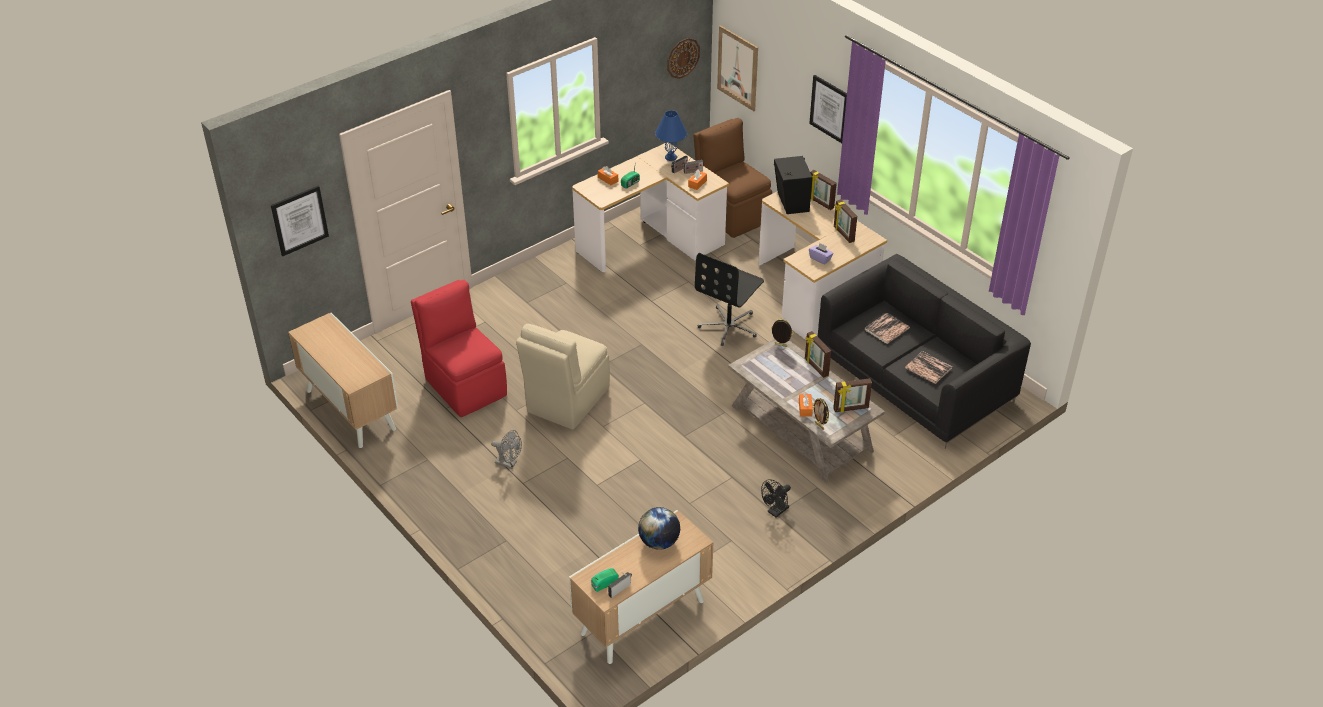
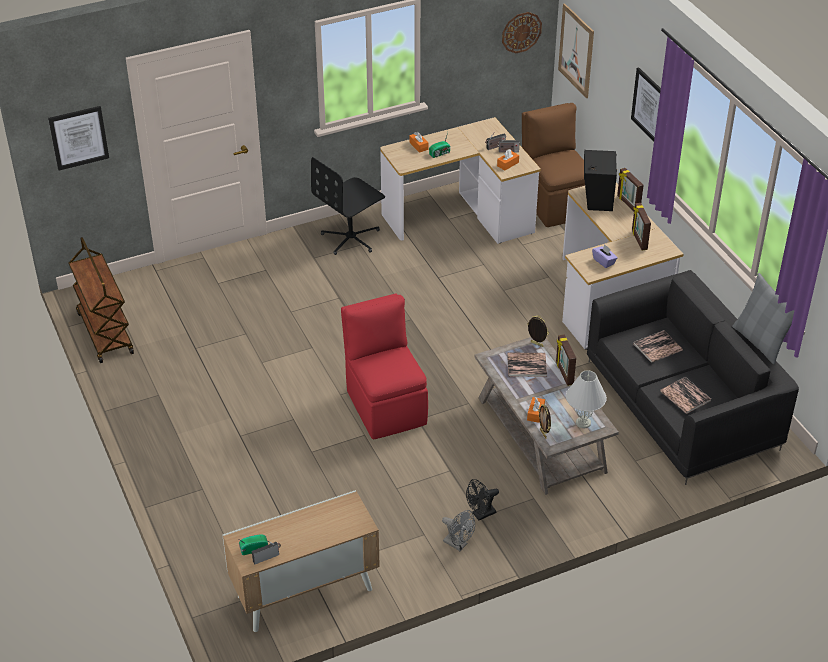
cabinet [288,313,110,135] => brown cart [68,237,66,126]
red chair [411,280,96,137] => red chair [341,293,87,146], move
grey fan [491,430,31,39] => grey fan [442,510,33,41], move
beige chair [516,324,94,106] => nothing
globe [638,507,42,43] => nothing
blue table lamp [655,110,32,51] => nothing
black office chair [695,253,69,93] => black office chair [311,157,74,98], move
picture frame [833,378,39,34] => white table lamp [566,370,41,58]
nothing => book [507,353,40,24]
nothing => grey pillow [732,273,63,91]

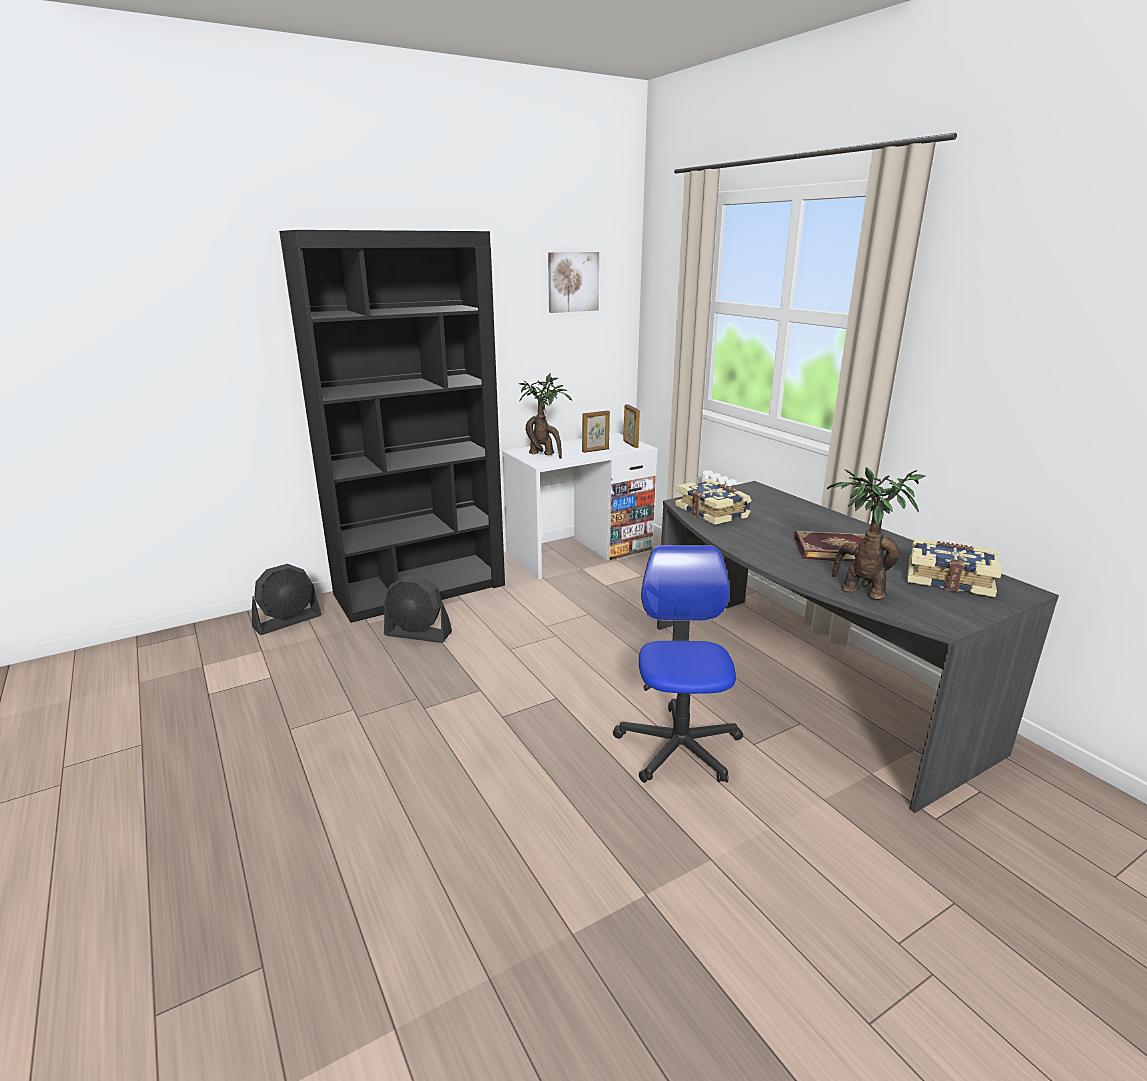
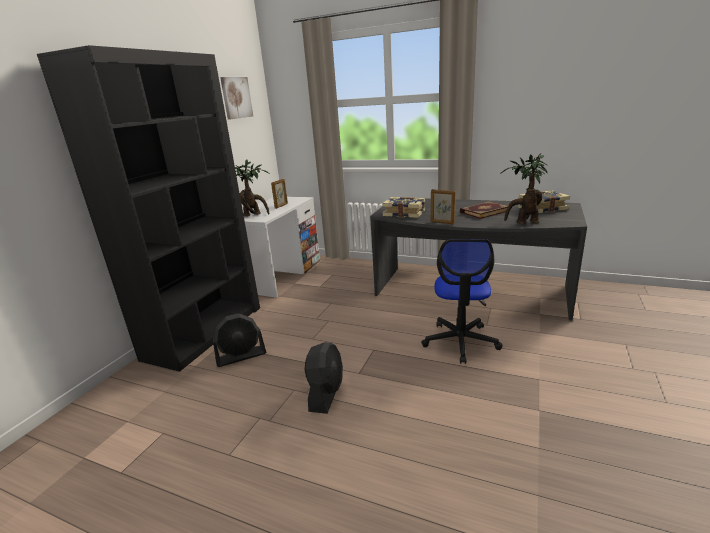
black fan [252,564,70,71] => black fan [305,342,38,72], move
office chair [613,545,130,238] => office chair [421,239,82,125], 135 degrees counterclockwise
picture frame [623,404,17,44] => picture frame [431,189,25,35], move

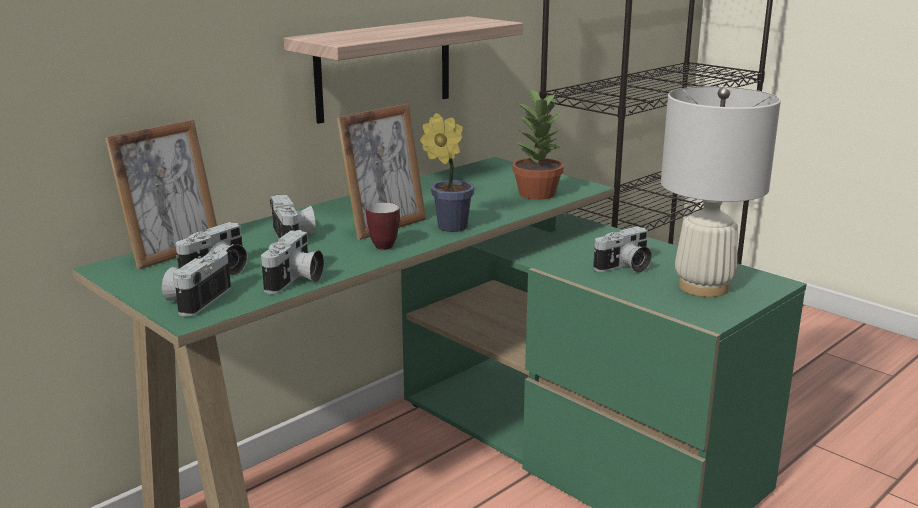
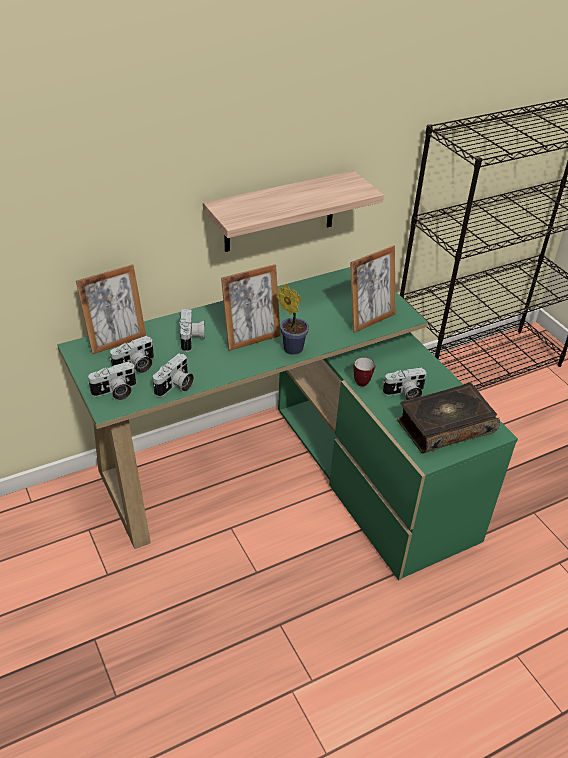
photo camera [162,250,69,66] => photo camera [87,362,49,38], 150 degrees counterclockwise
mug [366,203,34,47] => mug [354,358,21,29], move
potted plant [512,88,52,112] => picture frame [350,245,45,88]
white table lamp [661,86,120,211] => book [397,383,103,71]

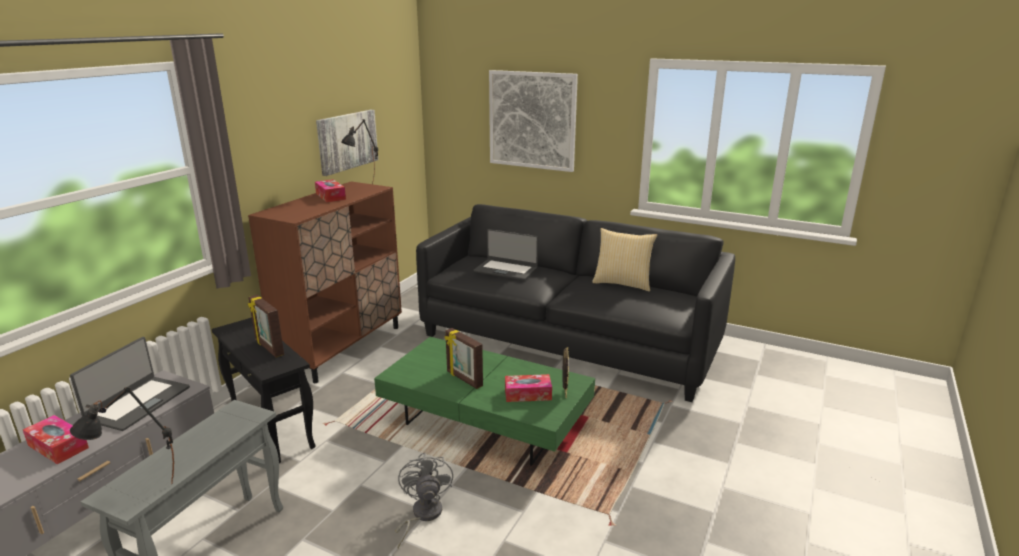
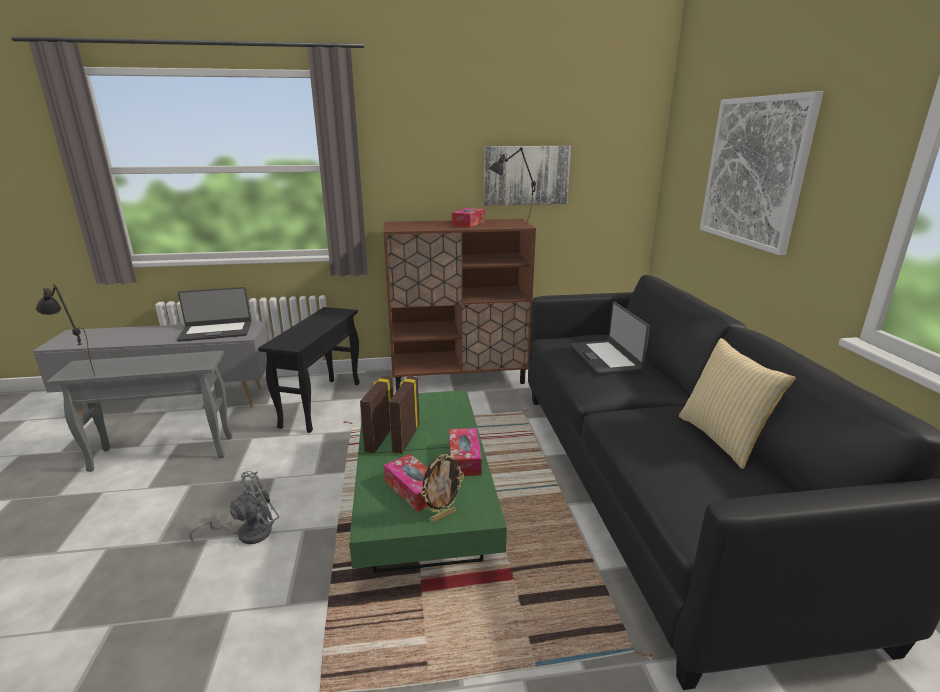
tissue box [23,415,66,49] => tissue box [449,428,33,48], move
picture frame [248,295,36,63] => picture frame [360,376,33,78], move

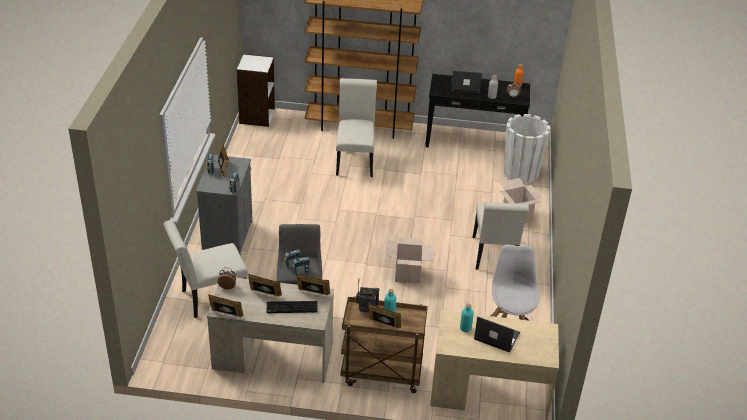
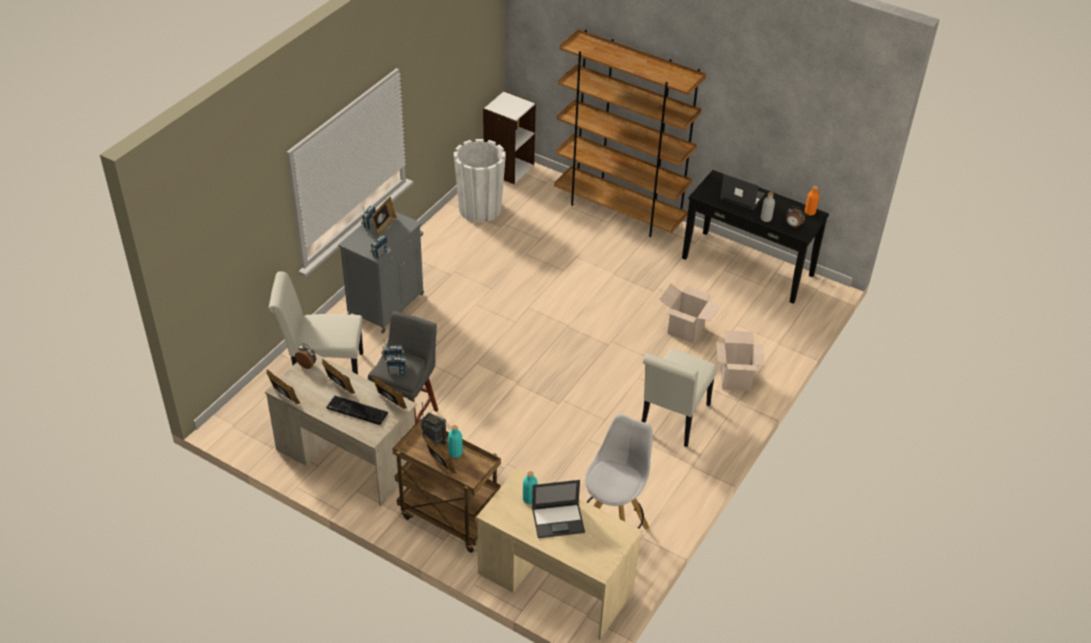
white chair [336,78,41,99] => nothing
cardboard box [386,238,49,46] => cardboard box [659,283,62,60], move
laptop [474,316,46,37] => laptop [532,480,53,58], 120 degrees clockwise
white planter [504,114,46,70] => white planter [454,139,52,84], move

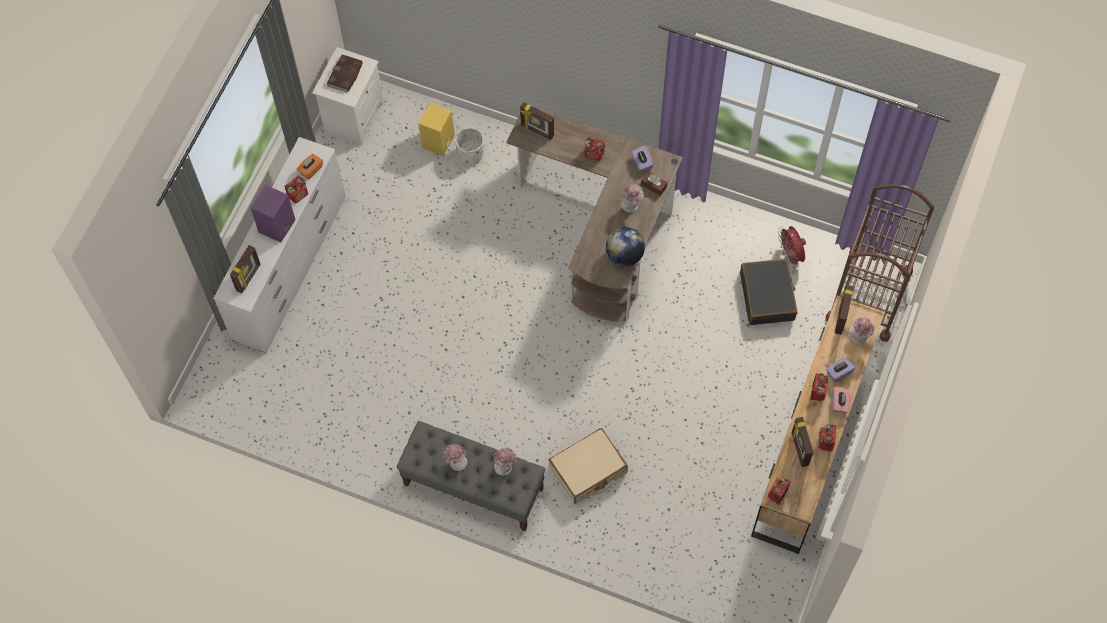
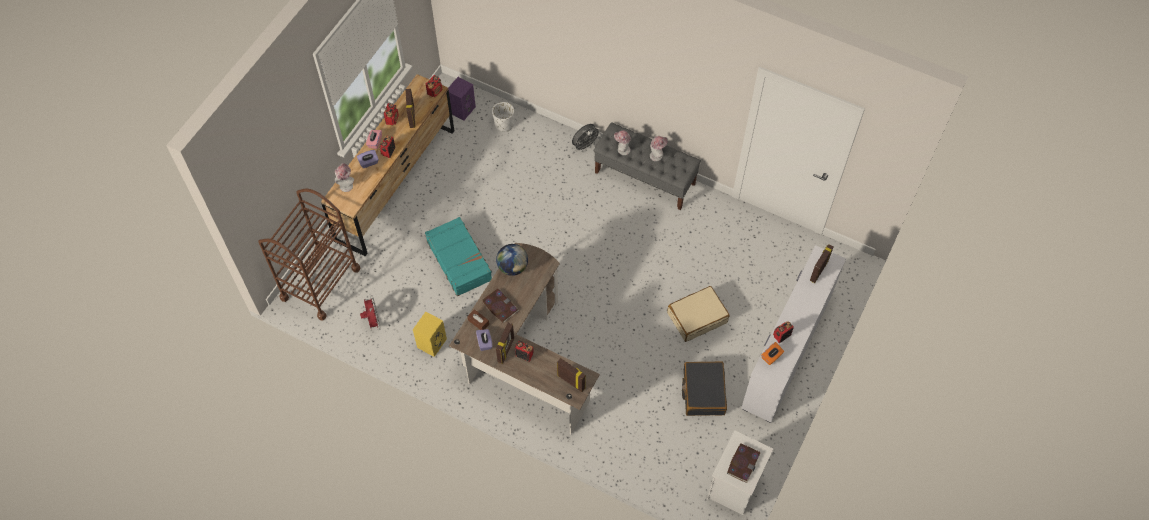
purple speaker [251,185,45,58] => purple speaker [448,77,28,44], move
yellow speaker [418,102,37,54] => yellow speaker [413,312,34,45], move
white planter [455,127,29,38] => white planter [492,102,22,30], move
beige suitcase [549,428,79,76] => beige suitcase [667,286,63,56], move
hat [621,184,23,29] => book [482,289,37,34]
black suitcase [740,259,58,66] => black suitcase [682,361,45,55], move
picture frame [835,285,19,50] => picture frame [496,323,18,41], move
nothing => turquoise suitcase [425,217,67,79]
nothing => grey fan [572,124,29,28]

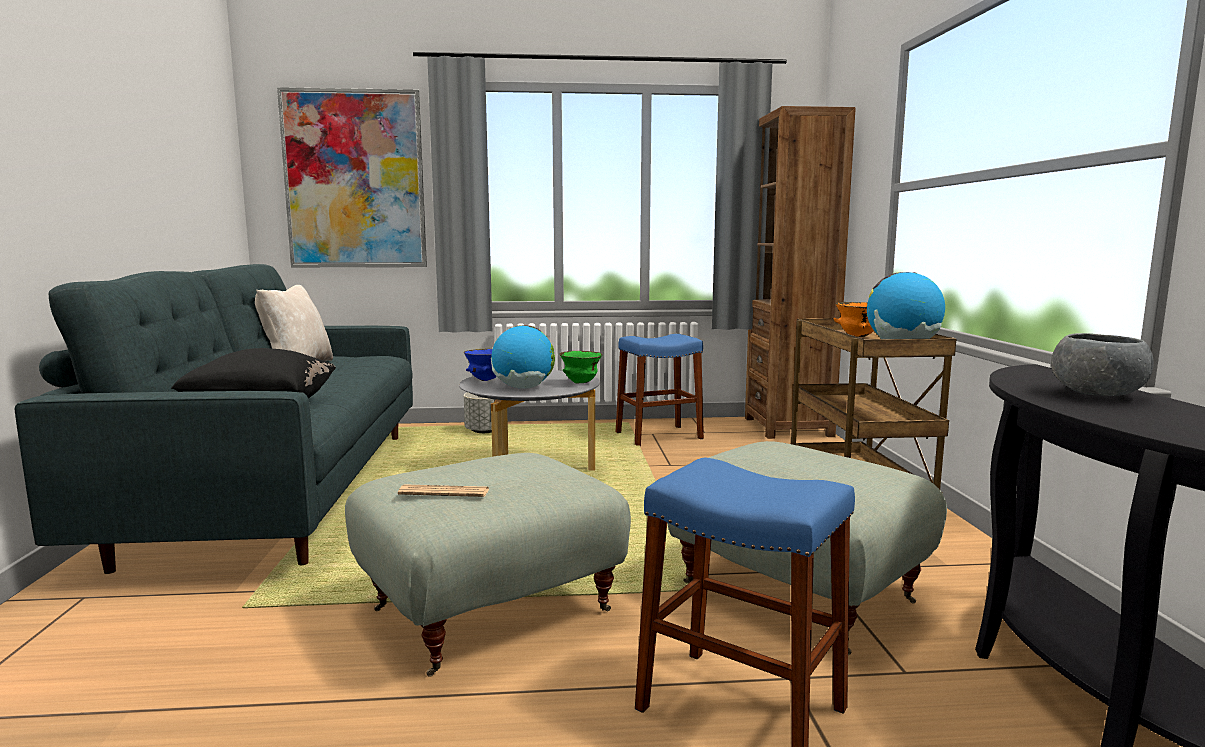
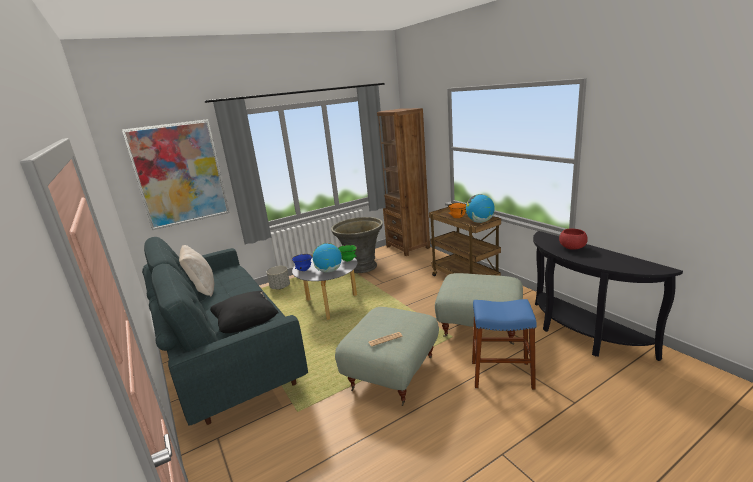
blue stool [616,334,88,112] => grey planter [331,217,52,56]
grey bowl [1051,333,103,63] => red bowl [559,229,29,21]

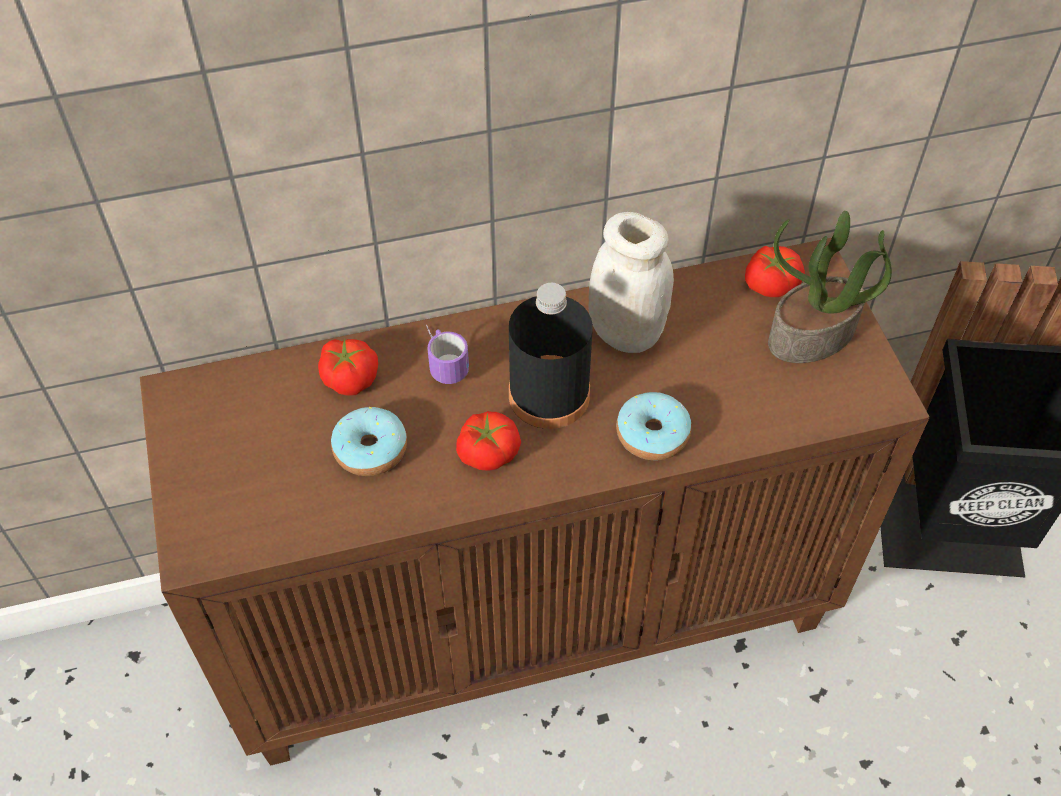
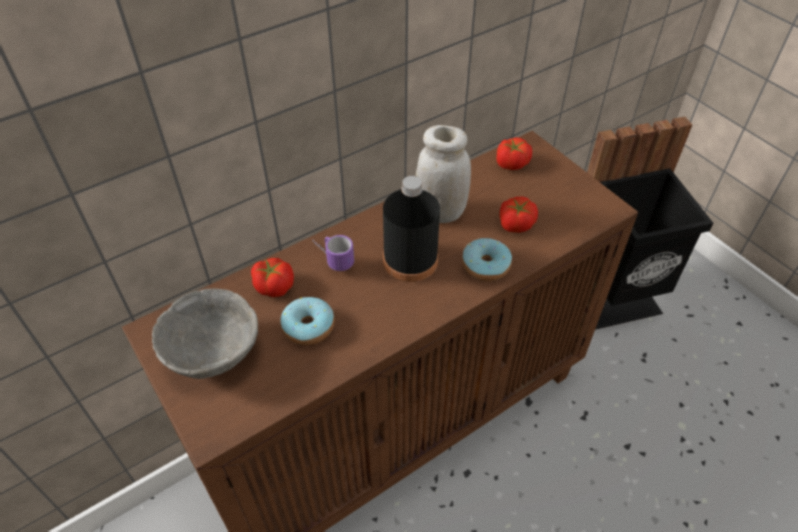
tomato [456,411,65,60] => tomato [499,197,39,36], move
potted plant [768,211,124,152] => nothing
nothing => grey bowl [152,288,106,91]

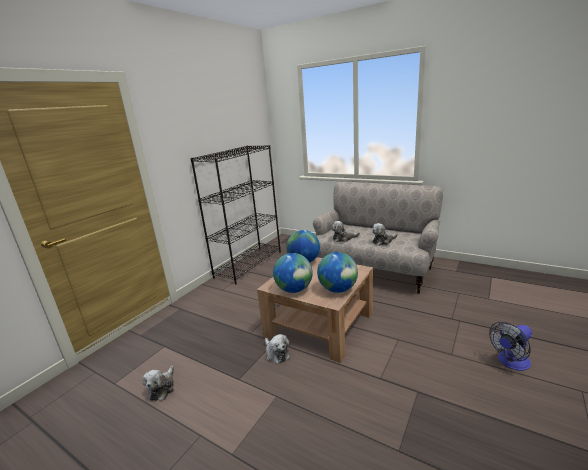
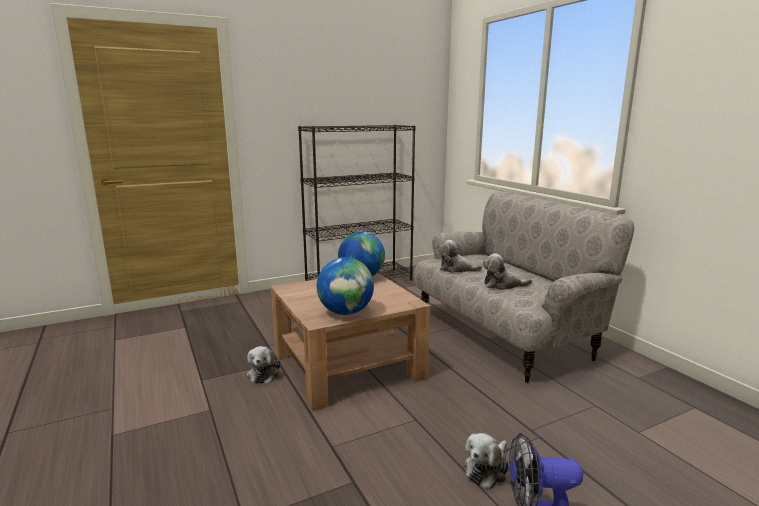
plush toy [142,366,32,35] => plush toy [465,433,44,57], move
globe [273,253,40,40] => nothing

